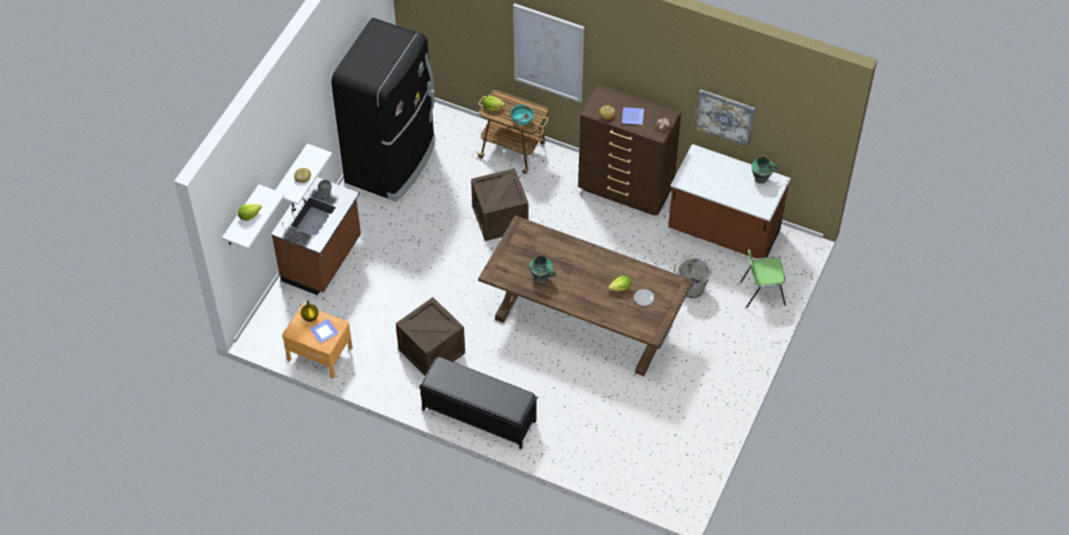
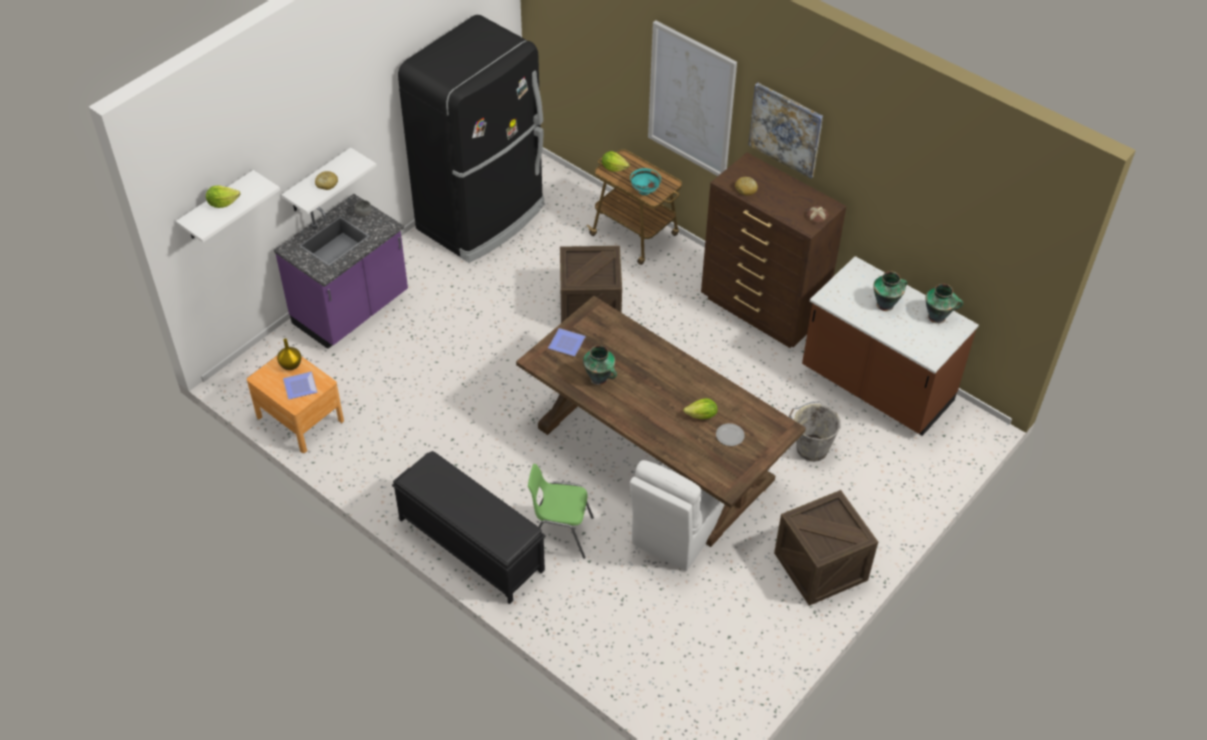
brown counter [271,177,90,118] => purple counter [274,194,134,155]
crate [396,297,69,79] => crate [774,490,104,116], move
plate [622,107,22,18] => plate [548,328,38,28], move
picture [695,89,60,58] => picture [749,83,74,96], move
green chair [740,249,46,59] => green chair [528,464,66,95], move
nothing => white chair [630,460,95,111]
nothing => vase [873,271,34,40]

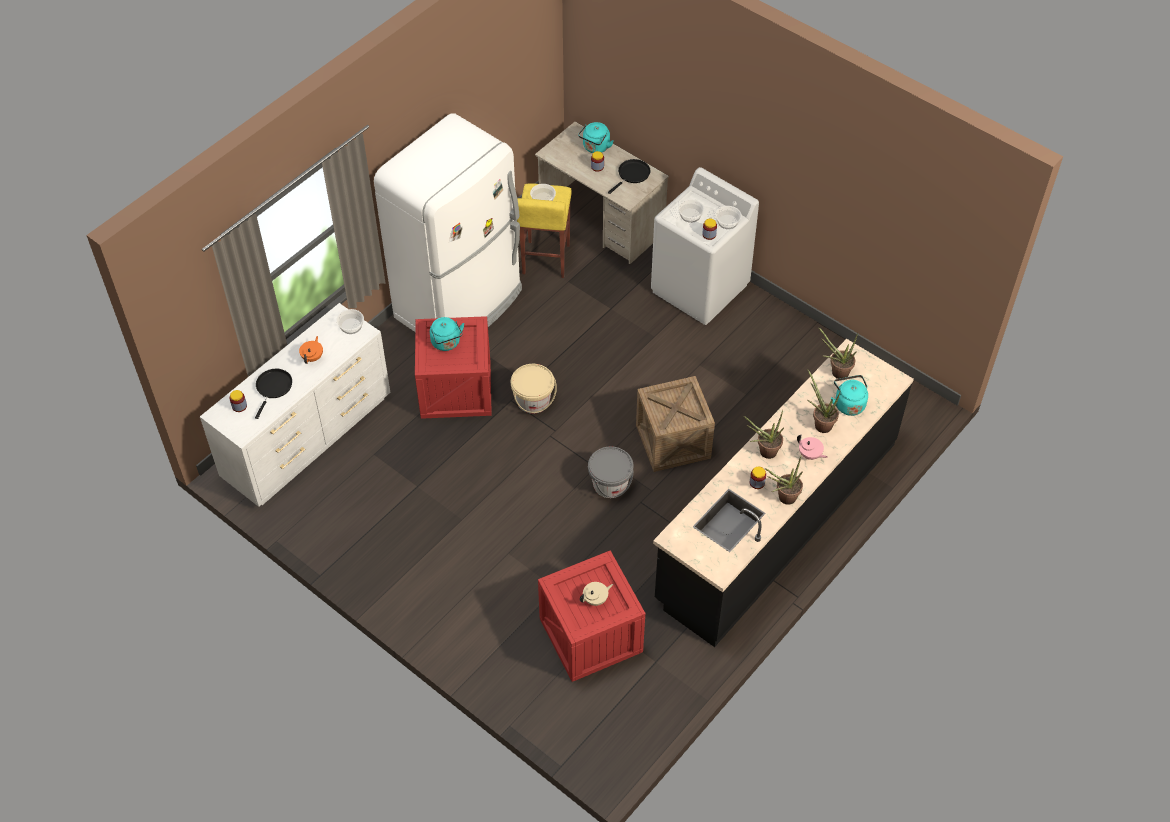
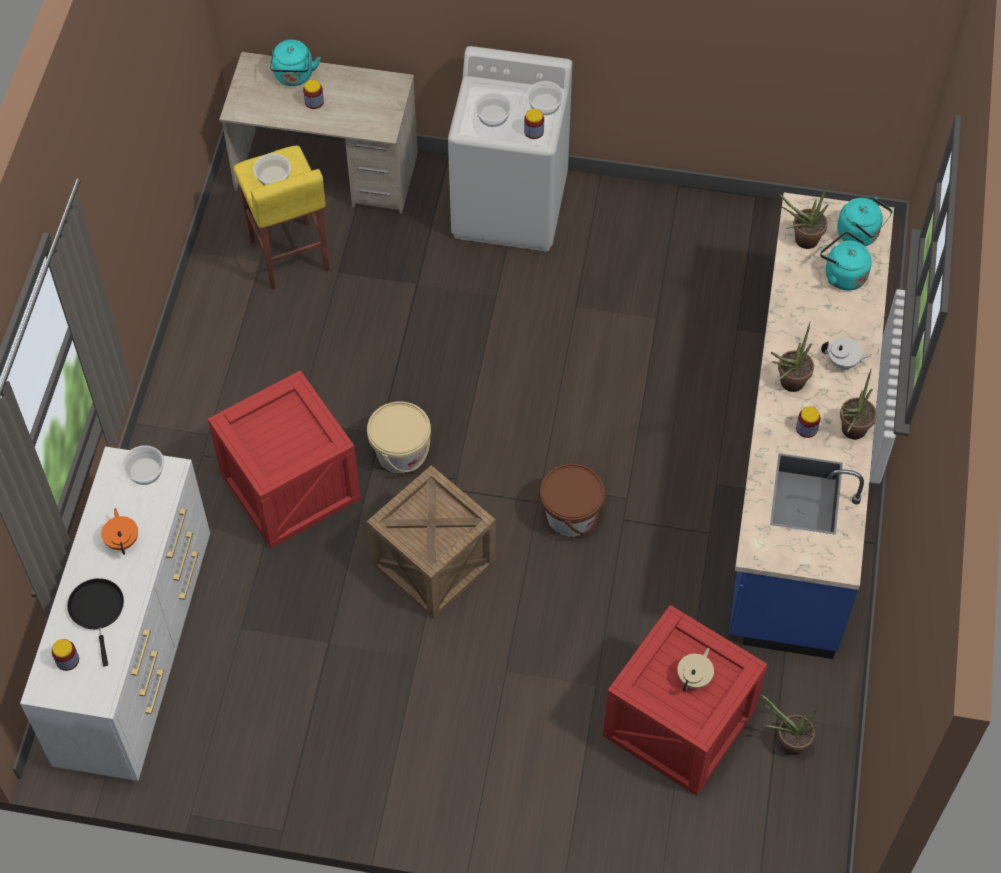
white fridge [374,113,148,219] => nothing
turquoise kettle [430,317,34,34] => turquoise kettle [837,197,56,49], move
grey bucket [588,446,45,52] => brown bucket [540,464,65,72]
black frying pan [608,159,43,35] => nothing
crate [636,376,79,96] => crate [367,465,129,154], move
black counter [653,339,261,308] => blue counter [729,193,165,466]
pink teapot [797,435,31,25] => white teapot [821,338,51,31]
potted plant [807,369,33,64] => potted plant [760,694,59,61], move

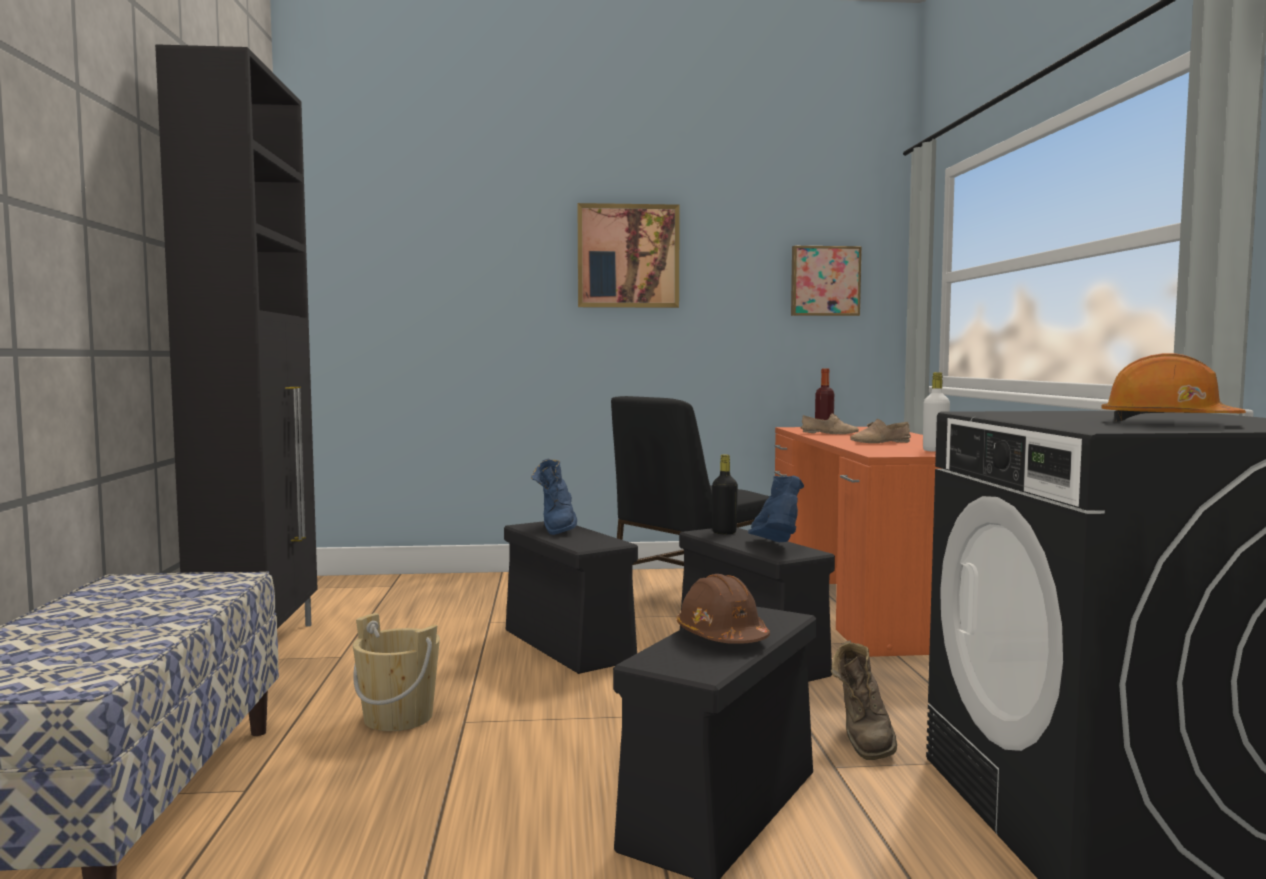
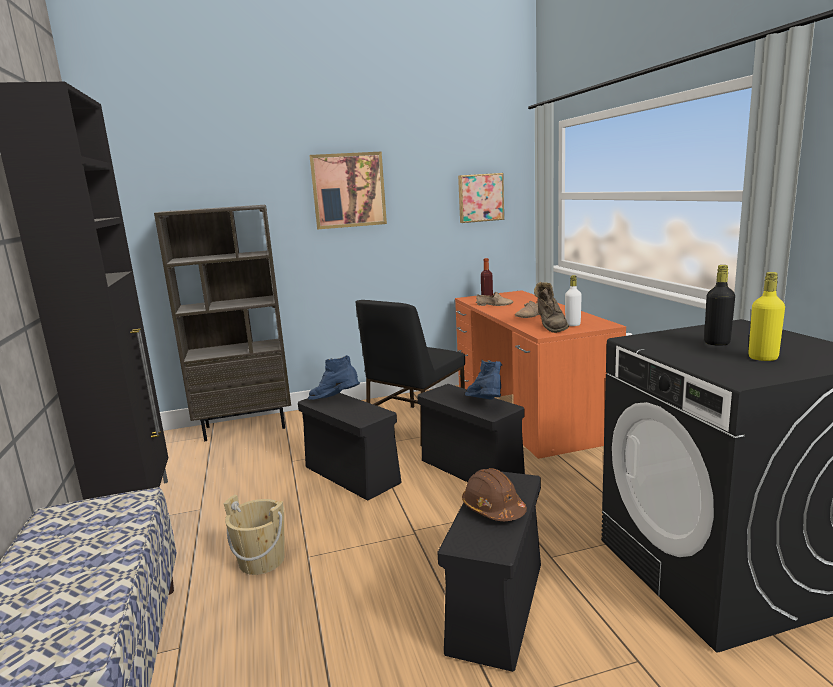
blue boot [531,458,46,77] => blue boot [308,355,52,44], 120 degrees clockwise
black bottle [712,454,26,80] => black bottle [704,265,31,81], move
brown boot [831,640,66,120] => brown boot [534,282,35,51], move
orange hard hat [1101,353,145,69] => yellow bottle [748,272,37,89]
nothing => brown bookcase [154,205,137,236]

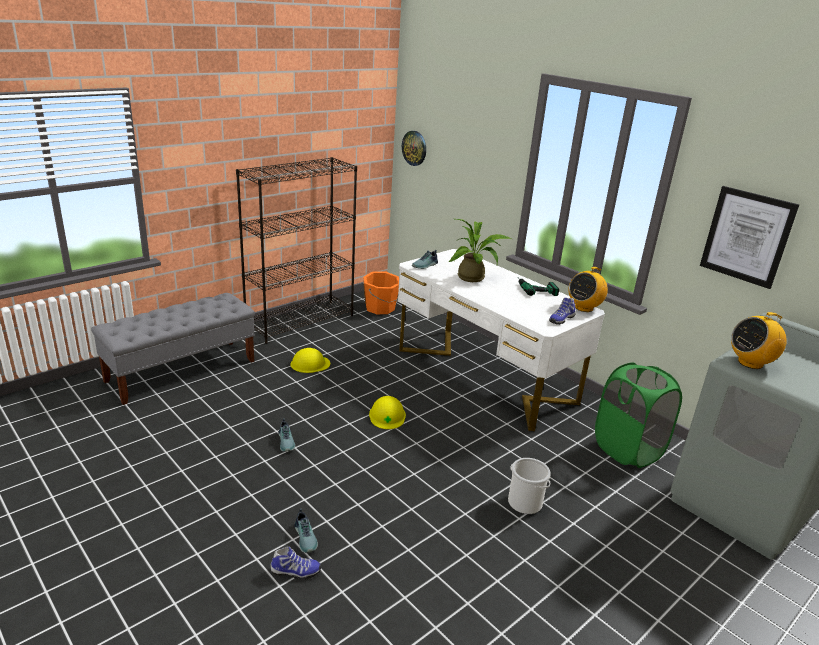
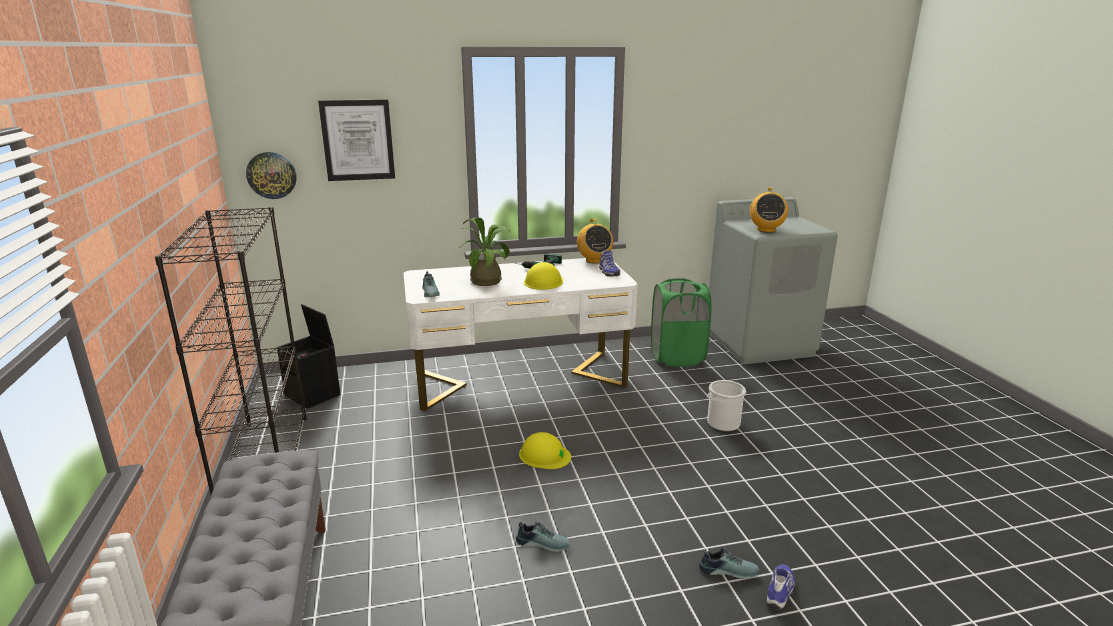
yellow hard hat [291,348,39,25] => yellow hard hat [524,262,39,28], move
orange bucket [363,271,36,43] => black storage box [277,304,64,105]
picture [700,186,99,103] => picture [318,99,77,82], move

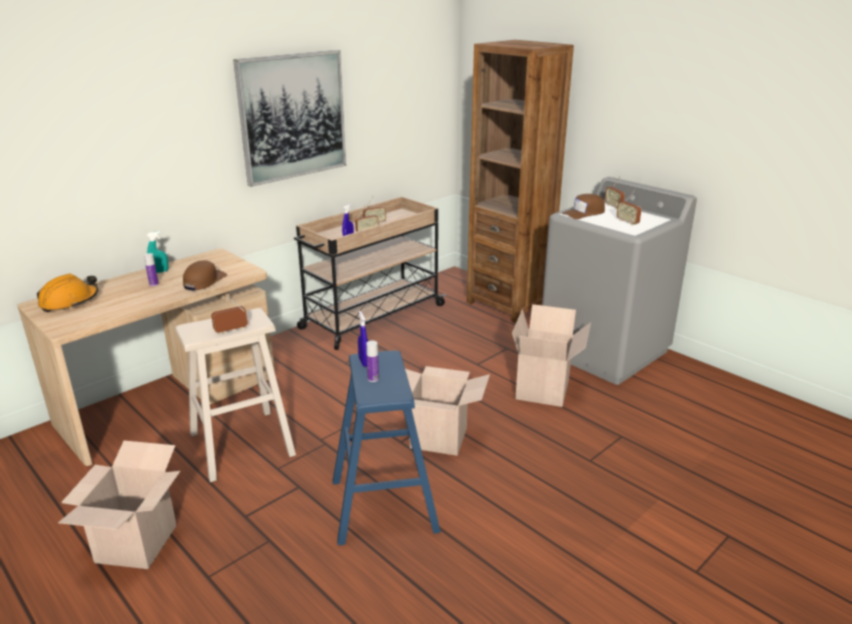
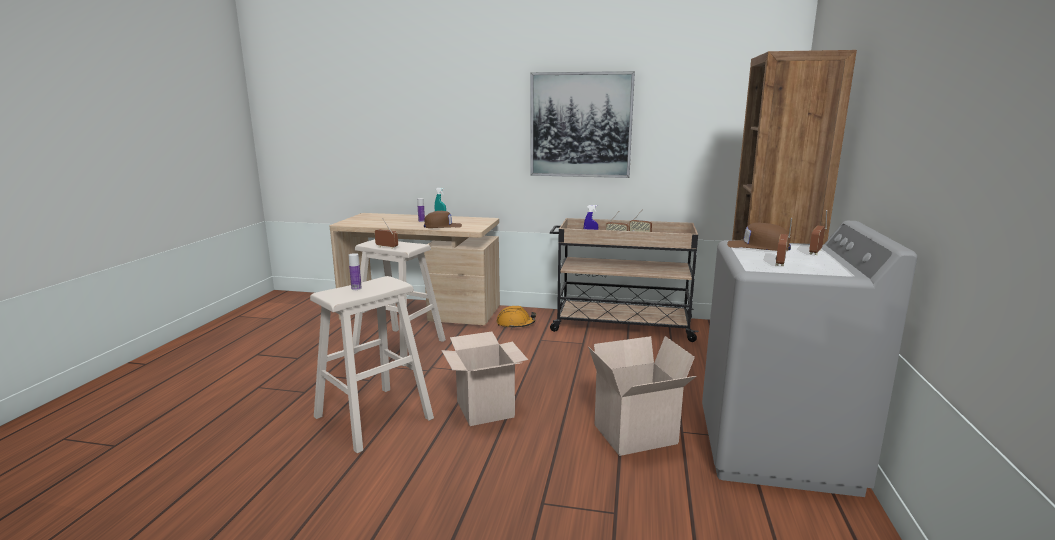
orange hard hat [37,274,61,38] => orange hard hat [496,306,40,23], move
cardboard box [58,441,122,128] => nothing
blue stool [333,351,108,195] => beige stool [310,276,124,177]
blue spray bottle [358,311,10,56] => nothing

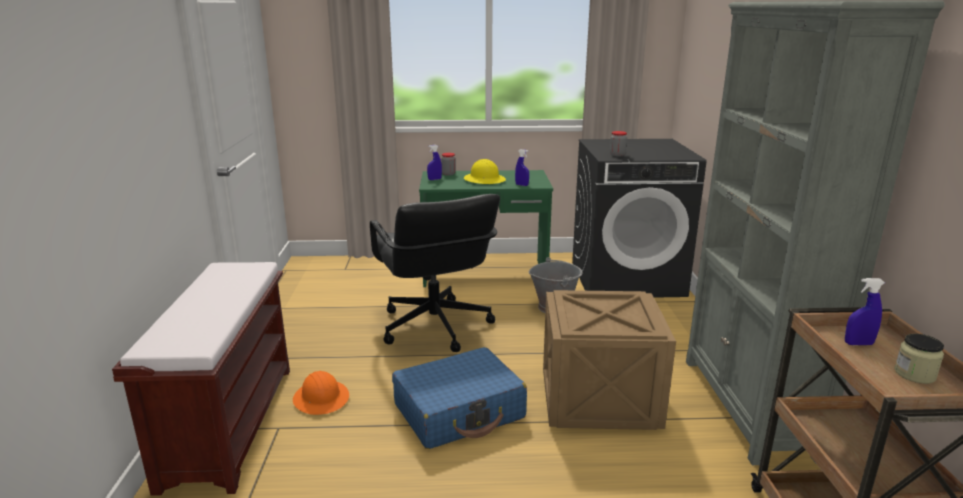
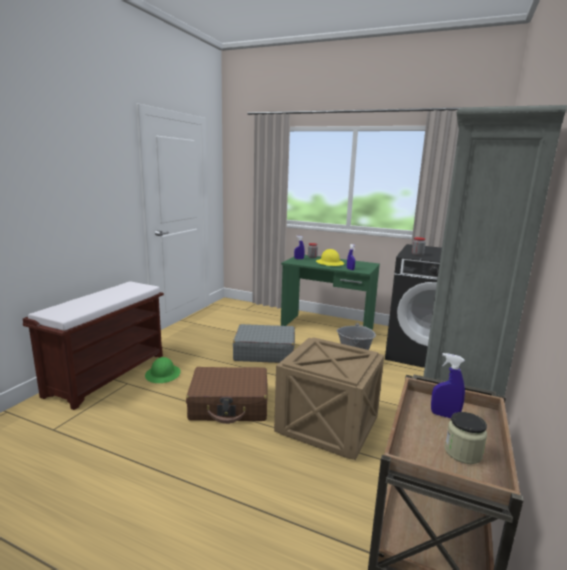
orange hard hat [293,371,56,44] => green hard hat [145,357,36,26]
black office chair [370,194,130,158] => grey suitcase [233,324,62,39]
blue suitcase [392,347,135,102] => brown suitcase [186,367,82,57]

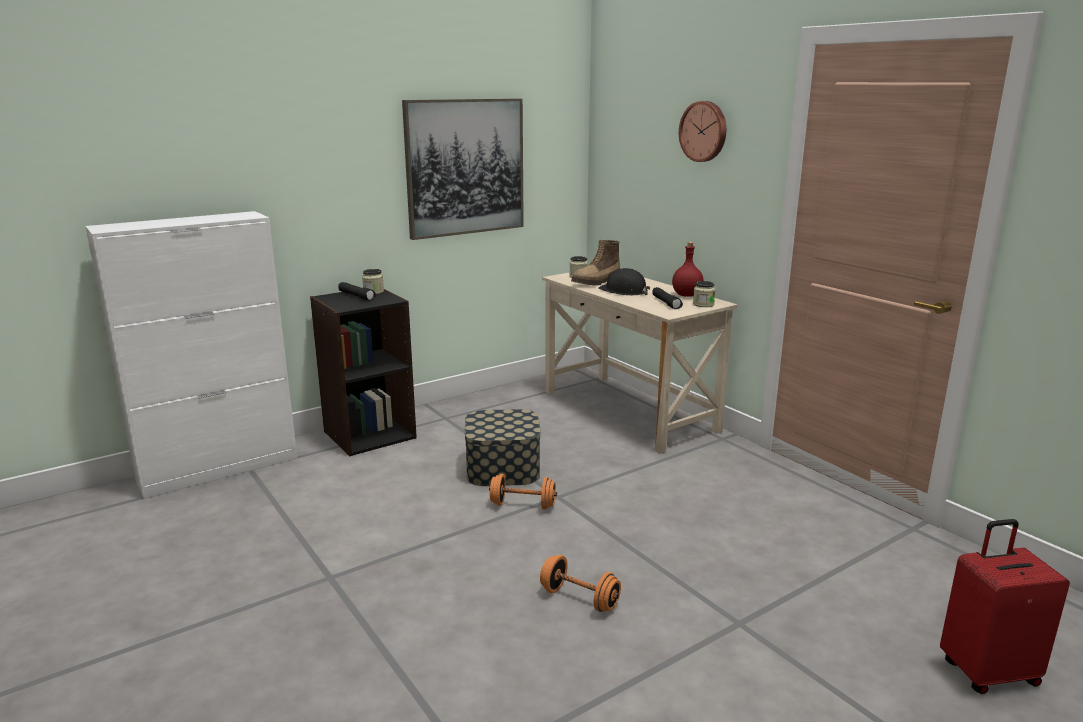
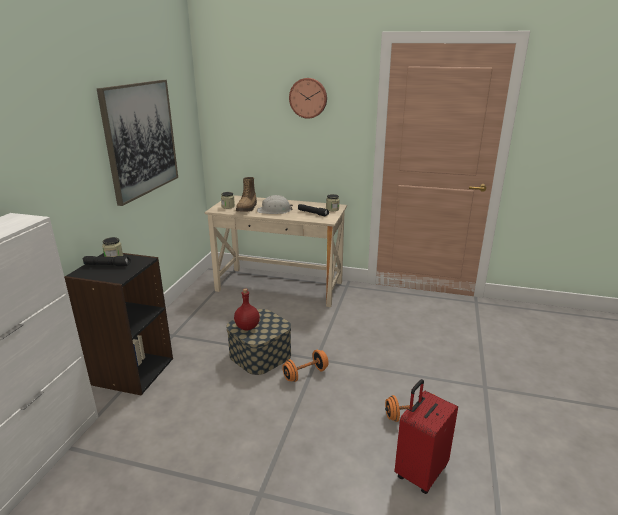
black hard hat [598,268,52,28] => white hard hat [257,195,36,19]
red bottle [672,242,32,55] => red bottle [234,289,26,42], move
red suitcase [940,519,130,175] => red suitcase [395,379,63,115], move

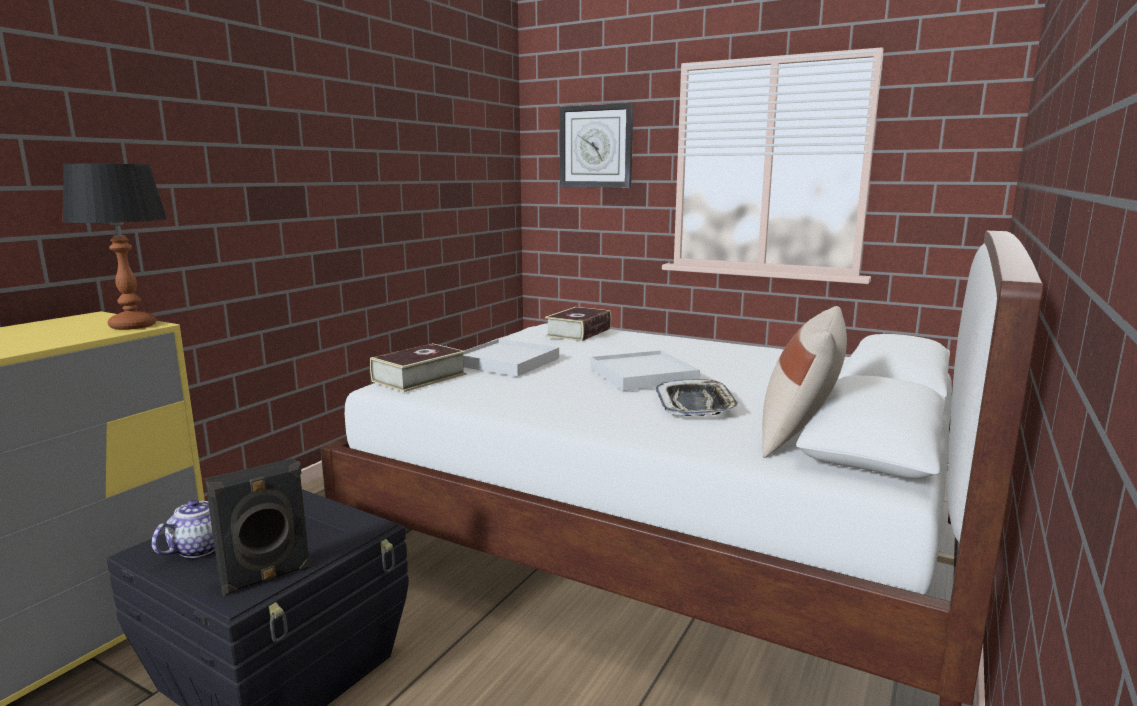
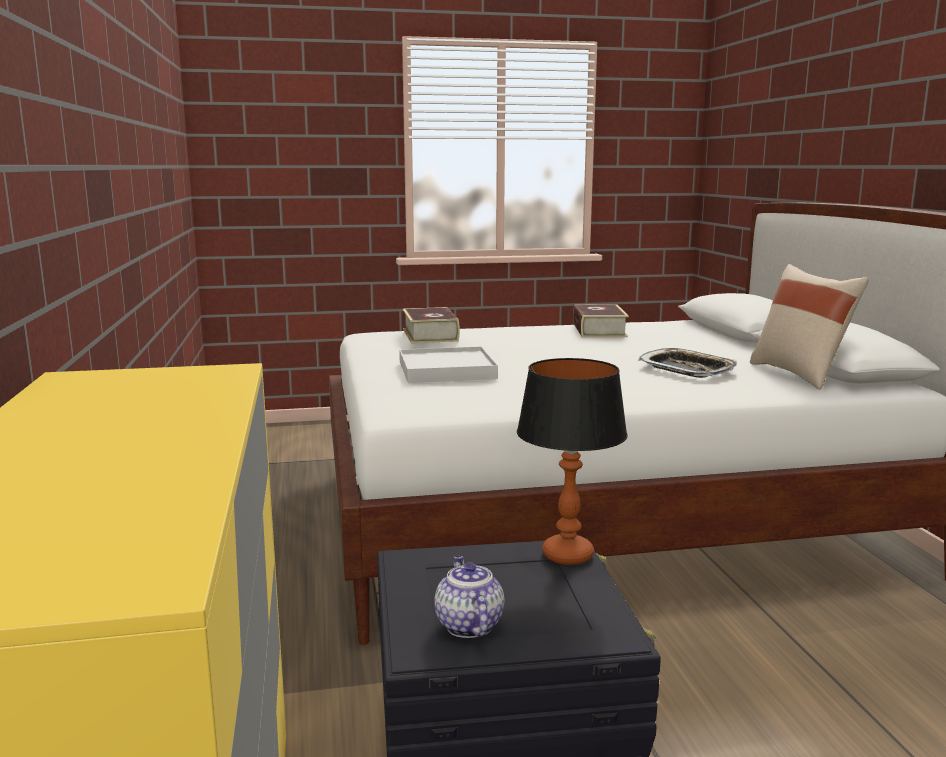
table lamp [62,164,105,166] => table lamp [517,358,111,207], move
black speaker [205,458,106,138] => nothing
book [370,343,97,49] => book [573,304,56,33], move
wall clock [560,103,73,85] => nothing
white tray [591,350,109,41] => nothing

